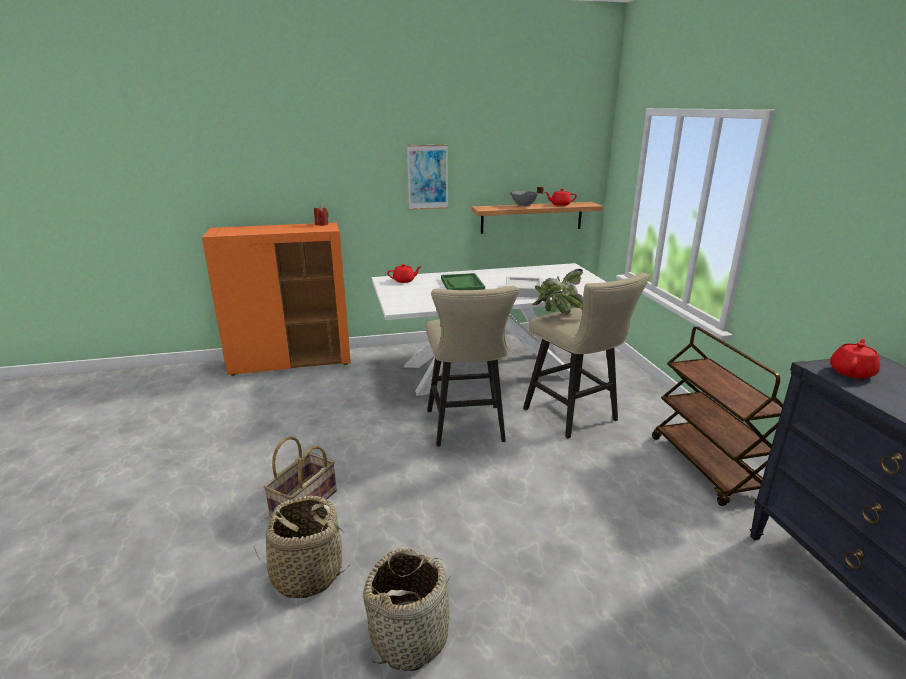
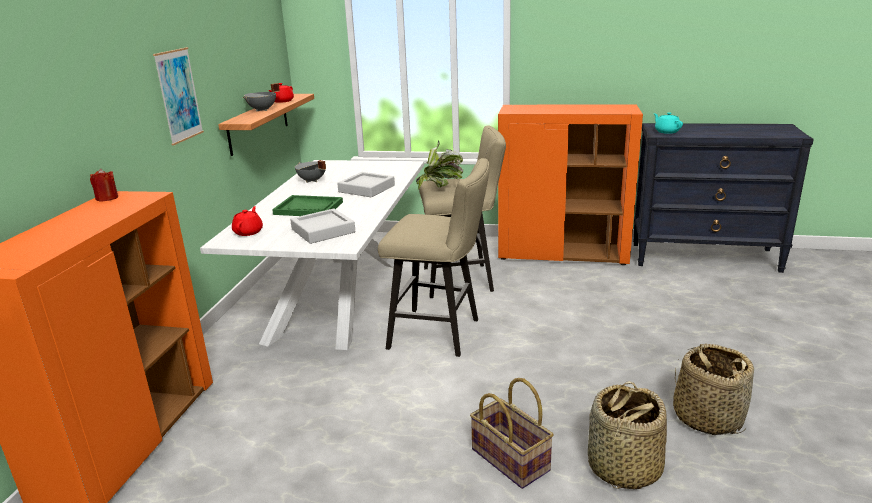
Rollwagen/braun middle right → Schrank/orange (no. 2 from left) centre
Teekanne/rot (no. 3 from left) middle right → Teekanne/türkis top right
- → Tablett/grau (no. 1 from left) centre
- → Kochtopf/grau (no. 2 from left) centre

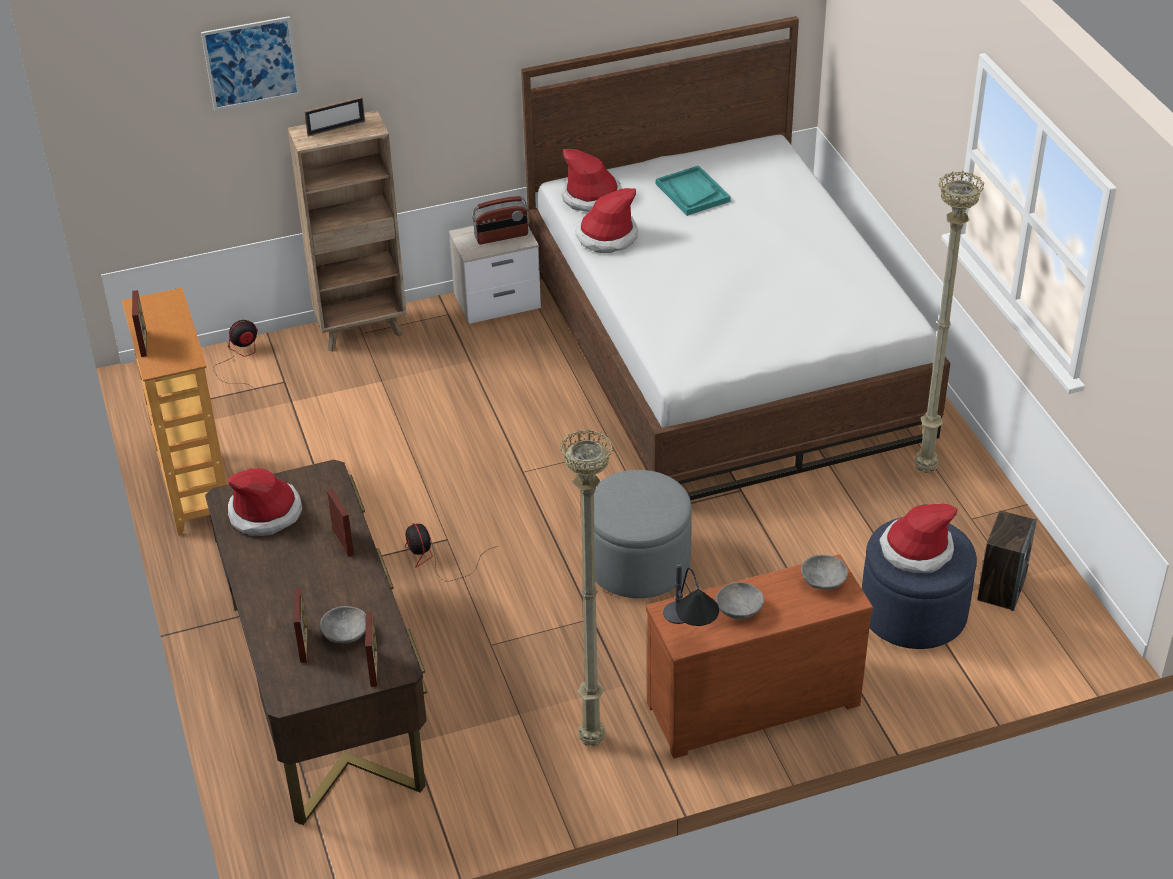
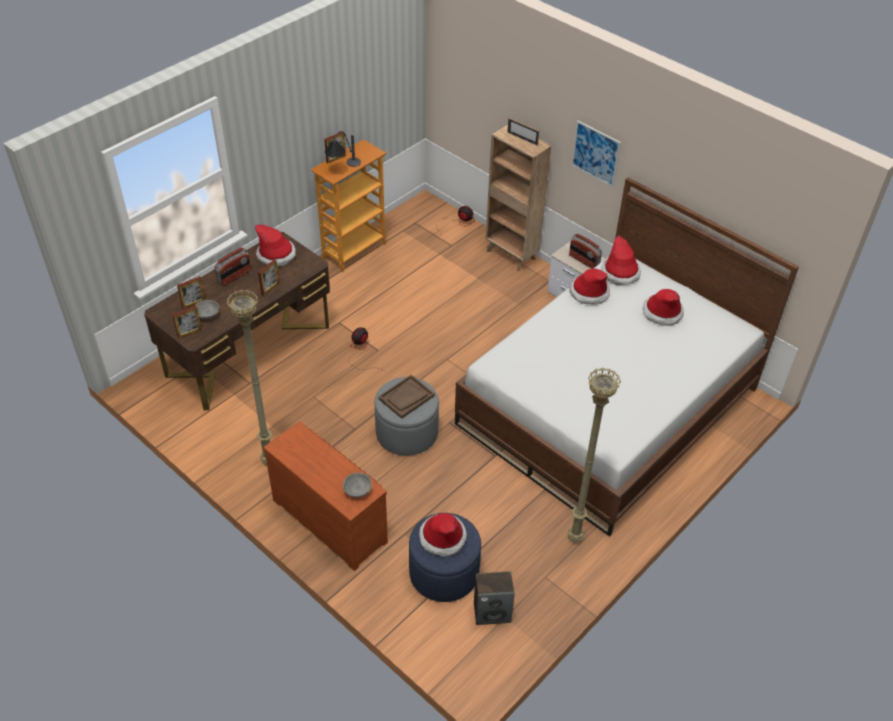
Bild top left → Bild top right, relocated
Tablett/türkis top centre → Hut (no. 5 from left) middle right
Tischlampe bottom centre → Tischlampe top centre, relocated
Schüssel/grau (no. 2 from left) bottom centre → -
- → Radio (no. 1 from left) middle left
- → Tablett/braun centre

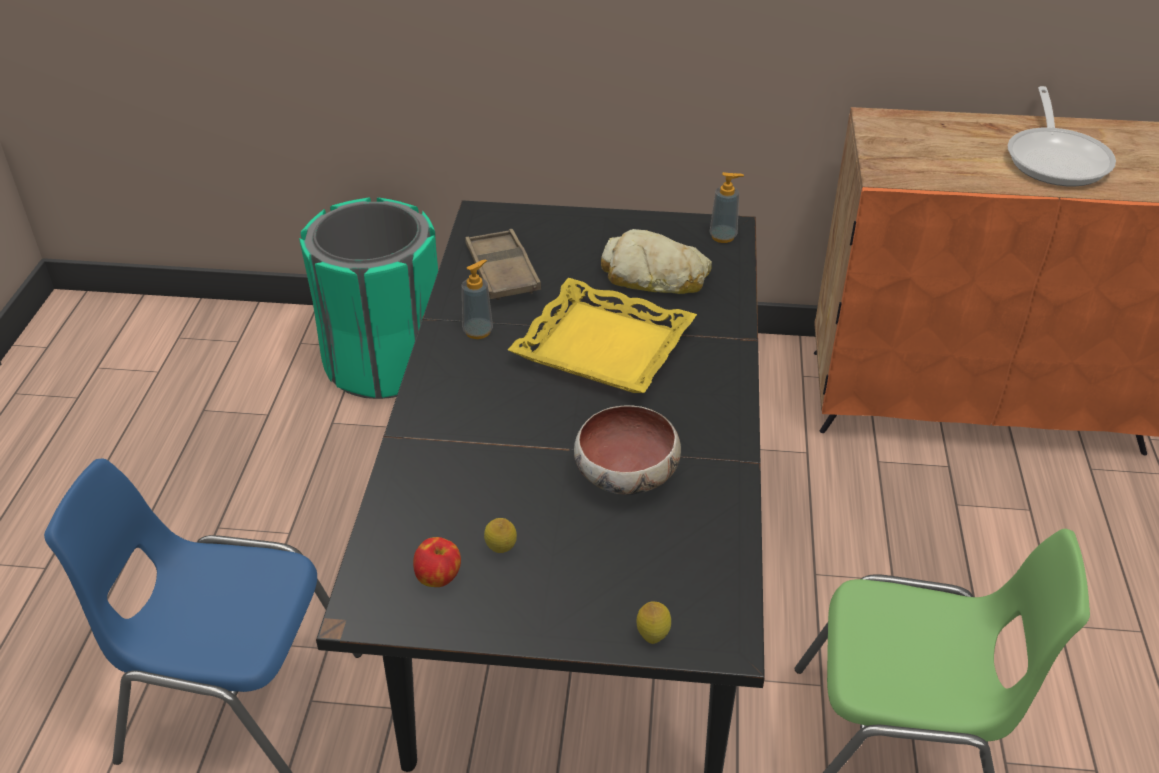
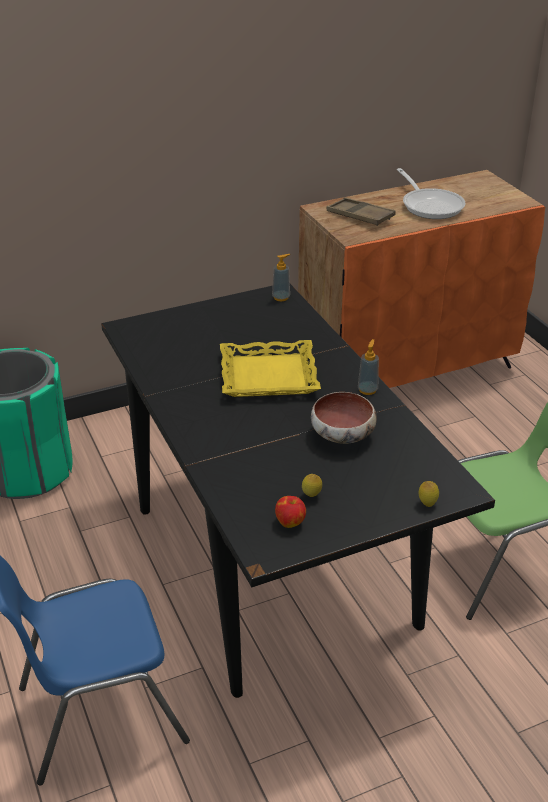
Seifenspender (no. 1 from left in the first image) centre → Seifenspender (no. 2 from left) middle right, relocated
Tablett/braun centre → Tablett/braun top centre, relocated
Brot centre → -

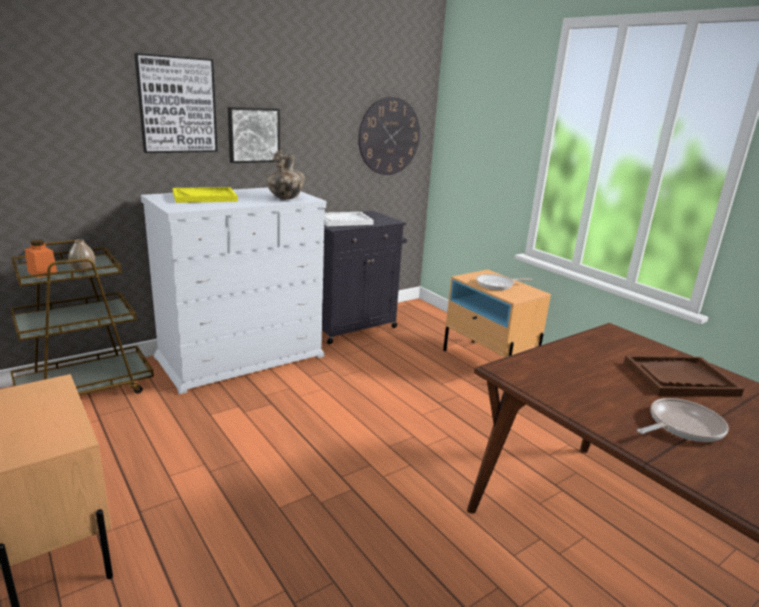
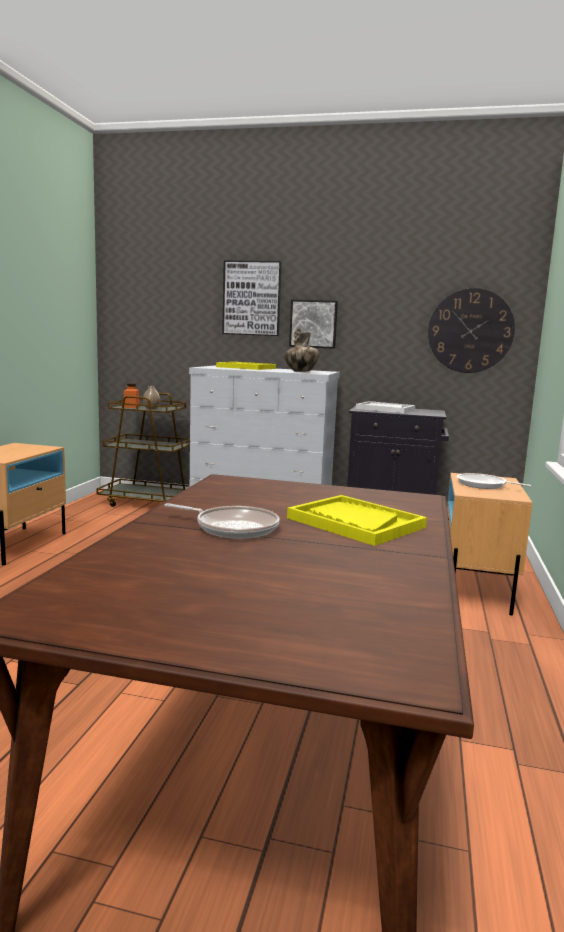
Tablett/braun middle right → Tablett/gelb (no. 2 from left) centre

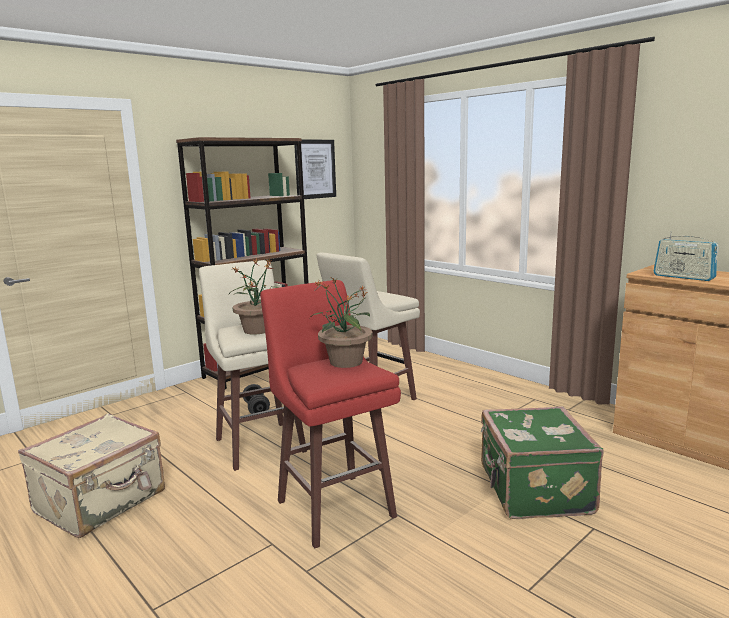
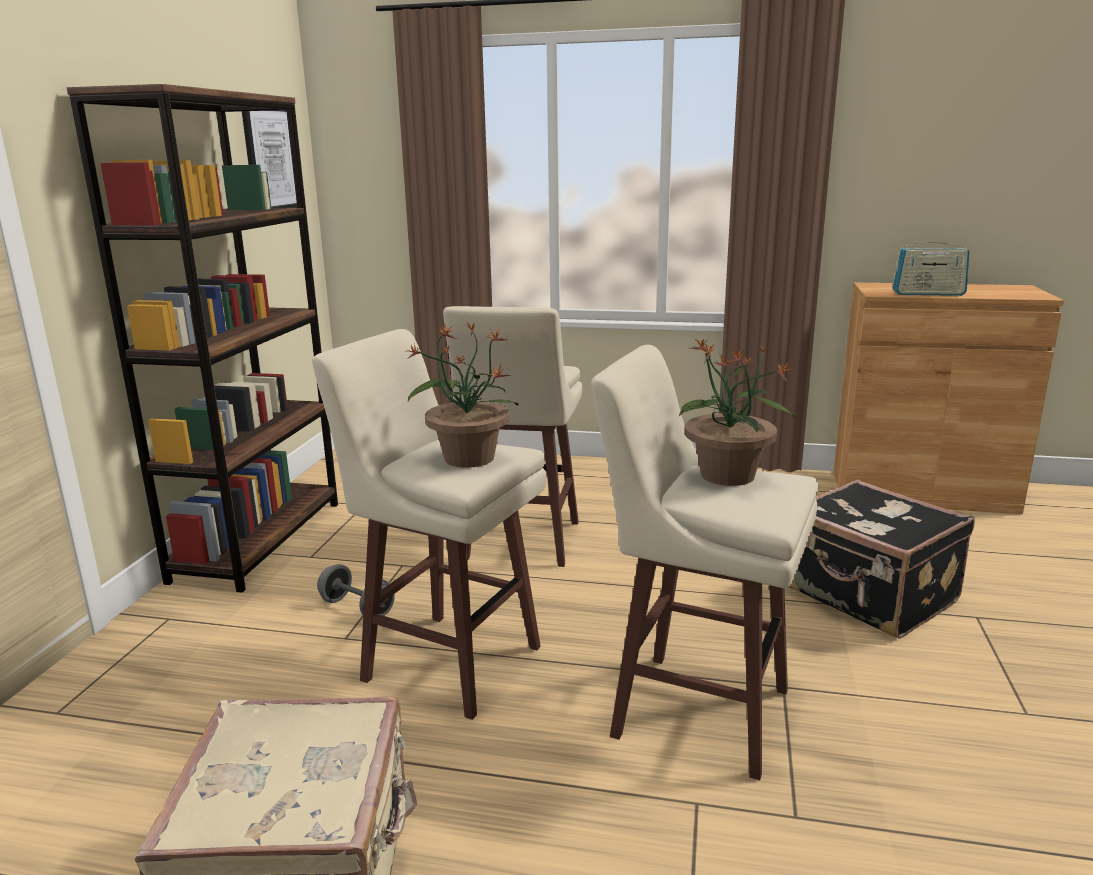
Hocker/rot bottom centre → Hocker/beige (no. 3 from left) centre
Koffer/grün bottom right → Koffer/schwarz middle right

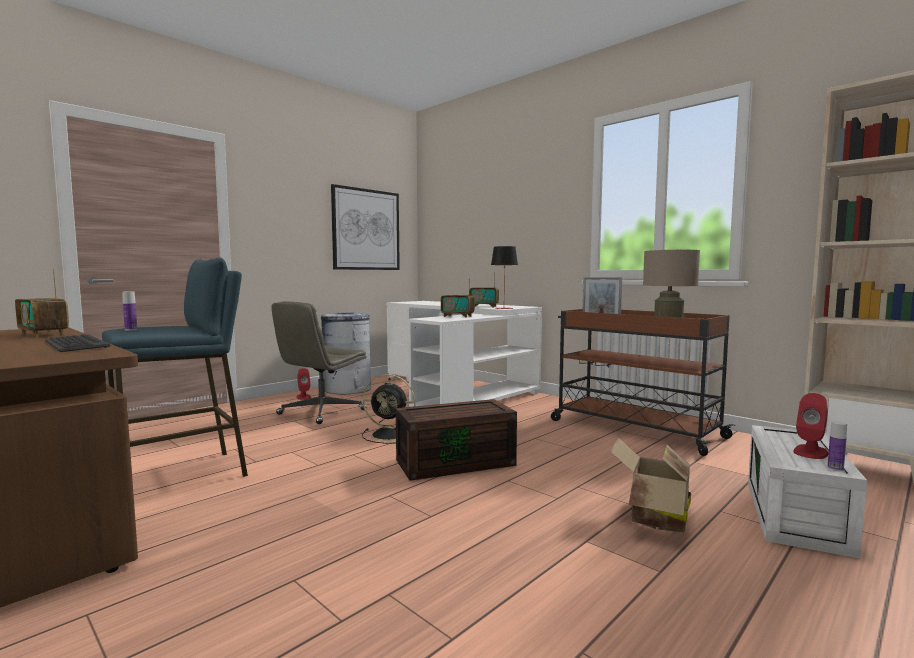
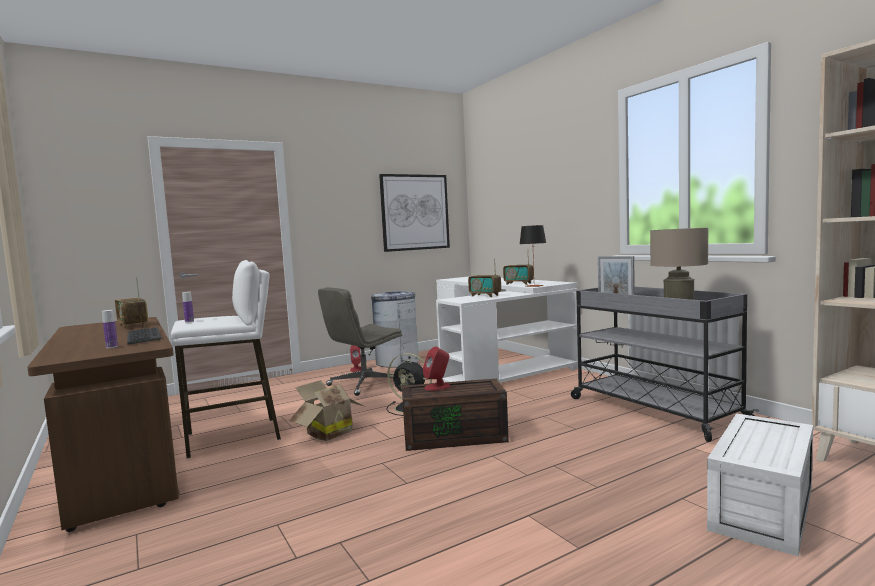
Hocker/blau middle left → Hocker/weiß middle left
Rollwagen/braun middle right → Rollwagen/grau middle right
Karton bottom right → Karton bottom centre, relocated
Lautsprecher/rot (no. 2 from left) middle right → Lautsprecher/rot (no. 2 from left) centre, relocated
Flasche (no. 2 from left in the first image) bottom right → Flasche (no. 1 from left) middle left, relocated

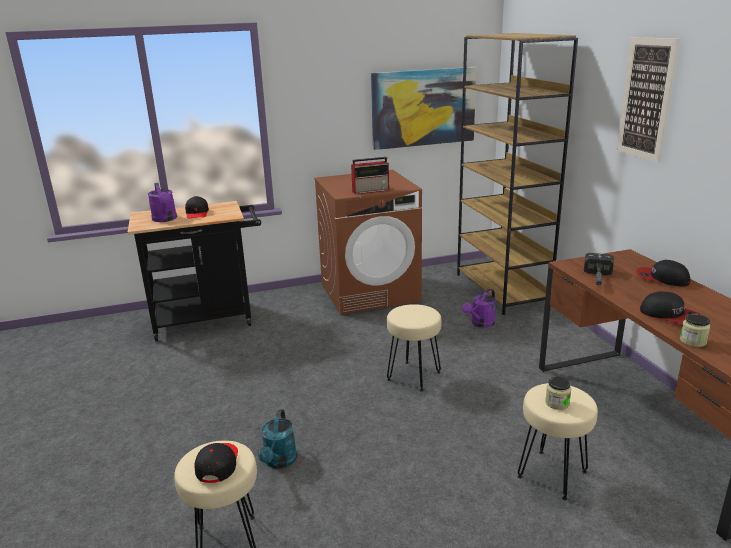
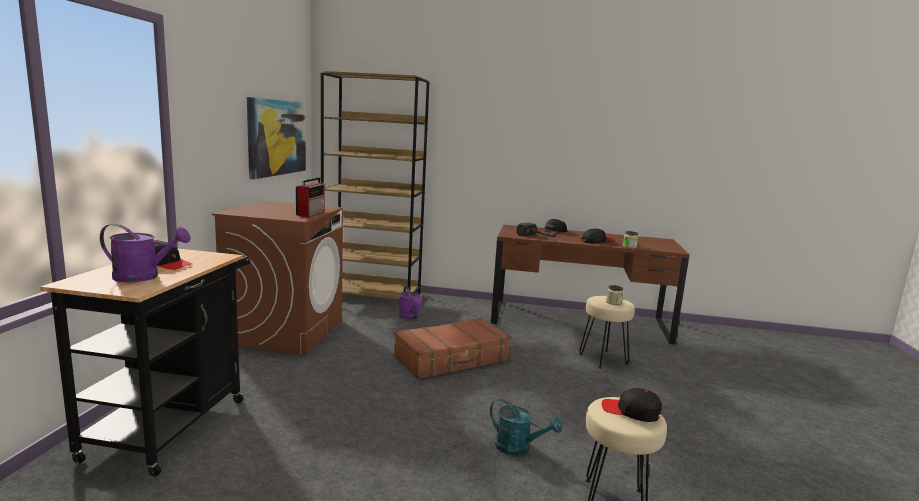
Hocker/beige (no. 2 from left) centre → Koffer/braun bottom centre
Bild (no. 2 from left) top right → -

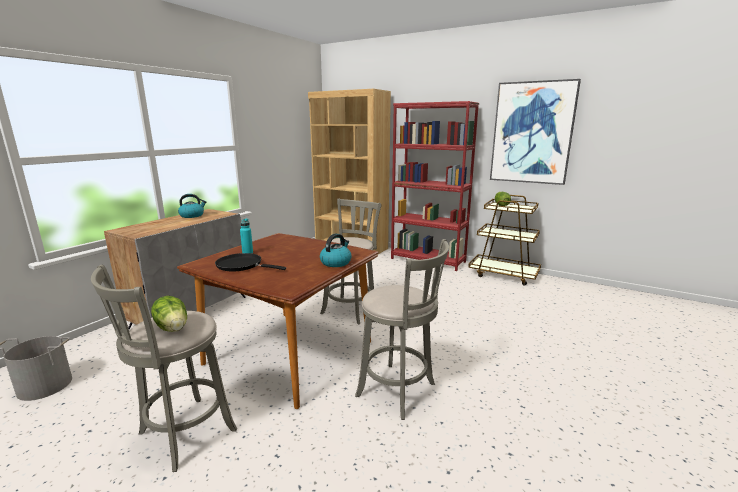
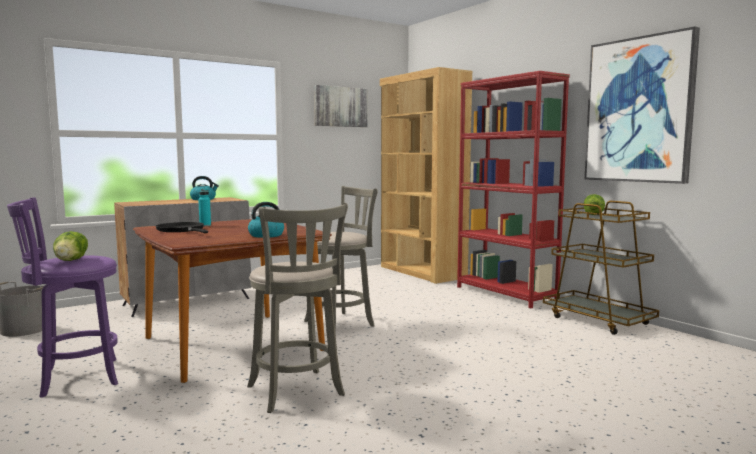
Hocker/grau (no. 1 from left) bottom left → Hocker/lila middle left
- → Bild (no. 1 from left) top centre

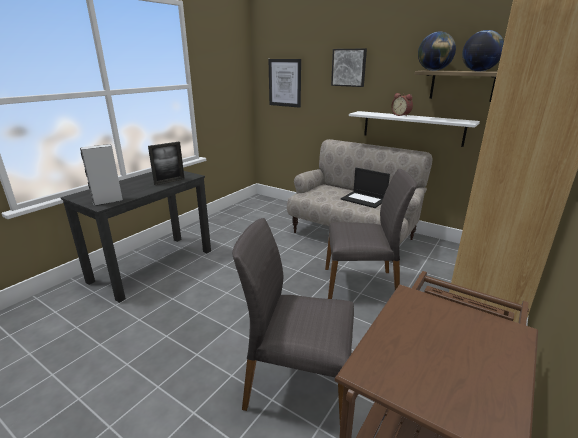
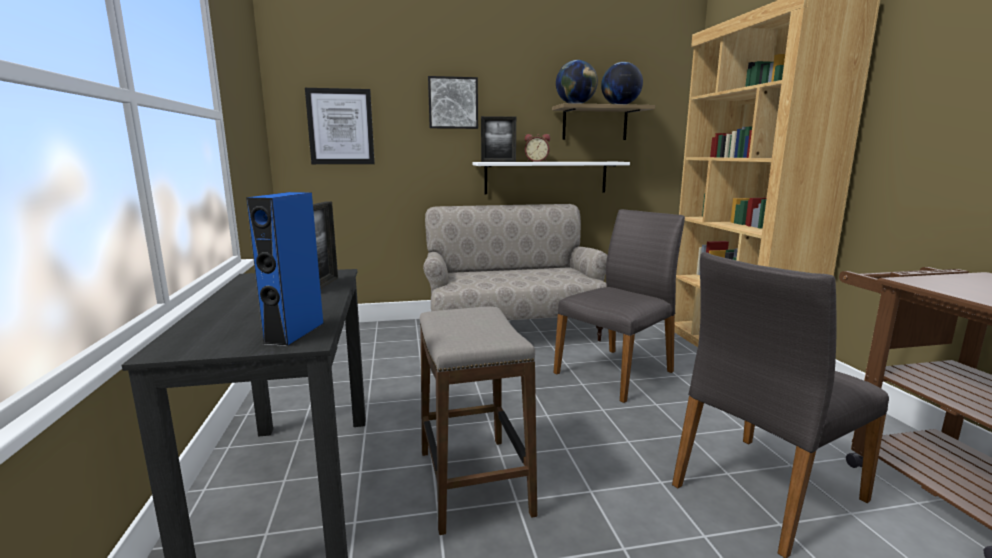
Lautsprecher/grau middle left → Lautsprecher/blau middle left
Laptop centre → -
- → Hocker bottom centre
- → Bilderrahmen (no. 2 from left) top centre

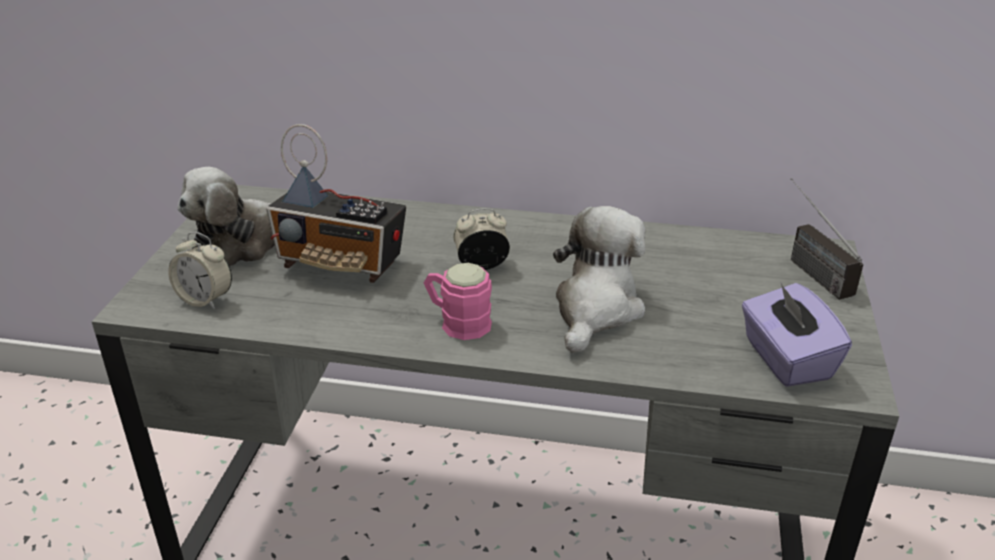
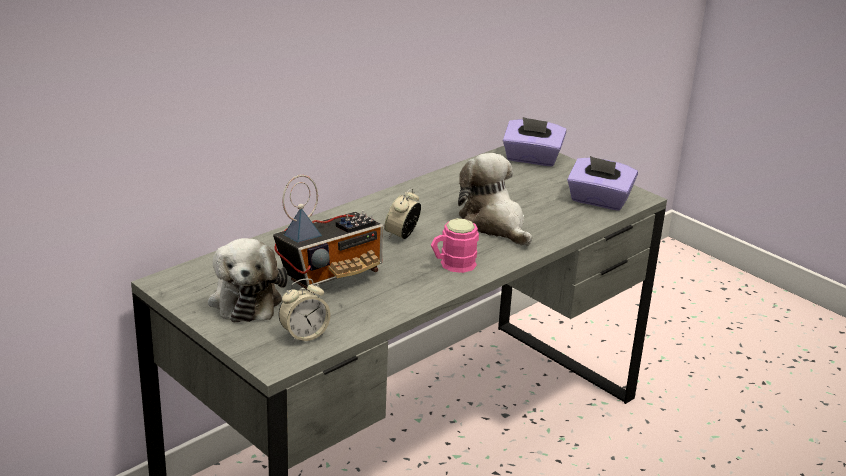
Radio (no. 2 from left) middle right → Taschentuchbox/lila (no. 1 from left) top centre

